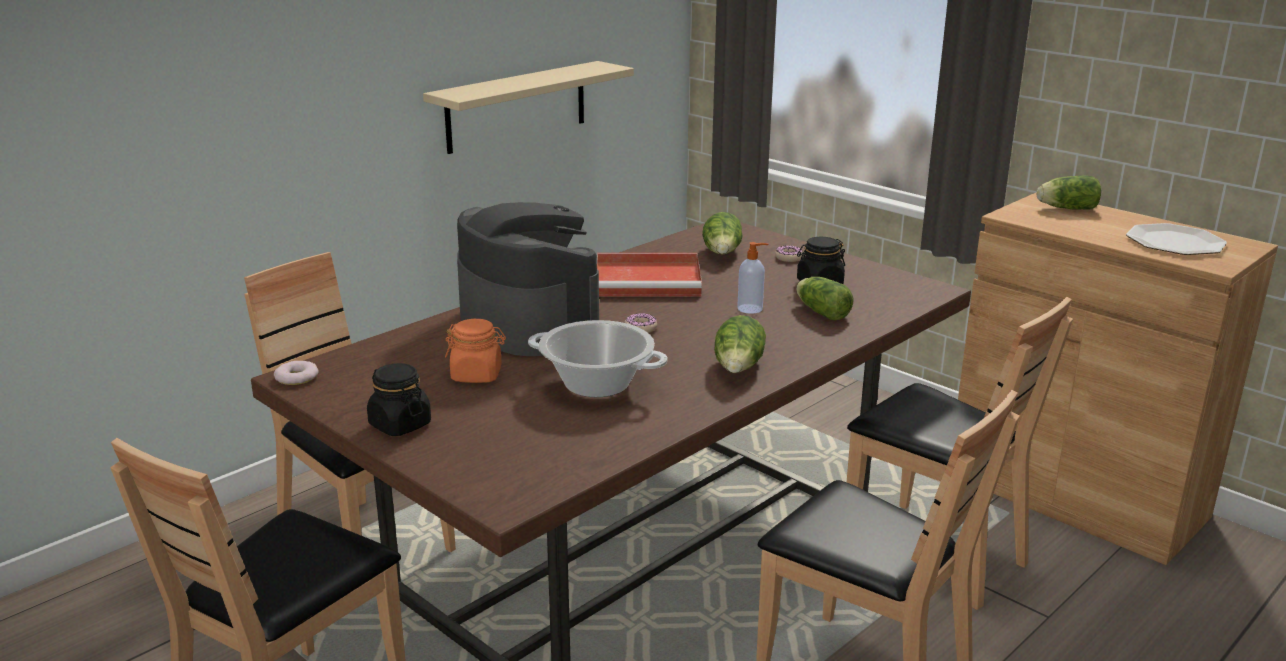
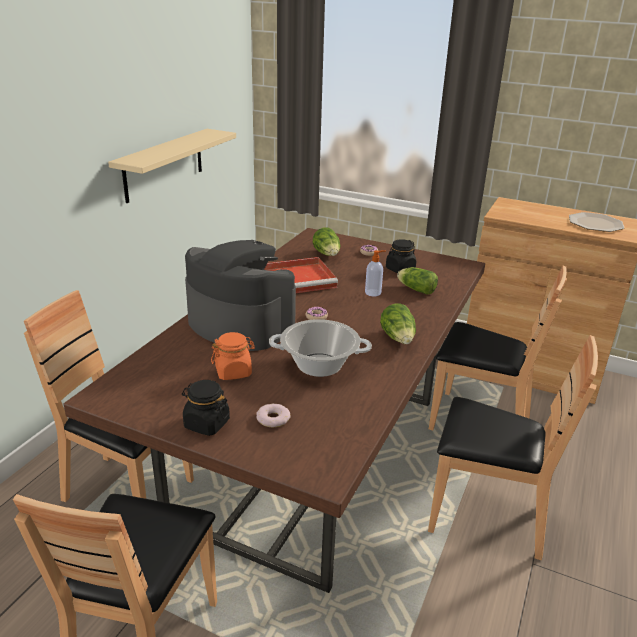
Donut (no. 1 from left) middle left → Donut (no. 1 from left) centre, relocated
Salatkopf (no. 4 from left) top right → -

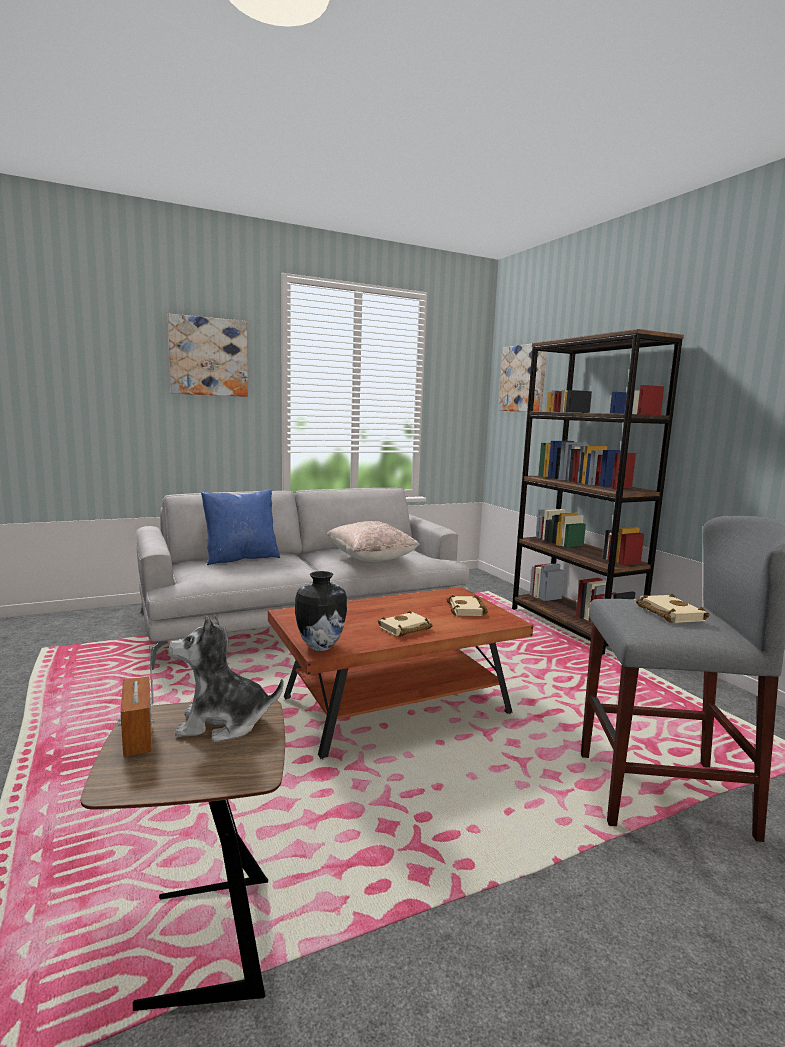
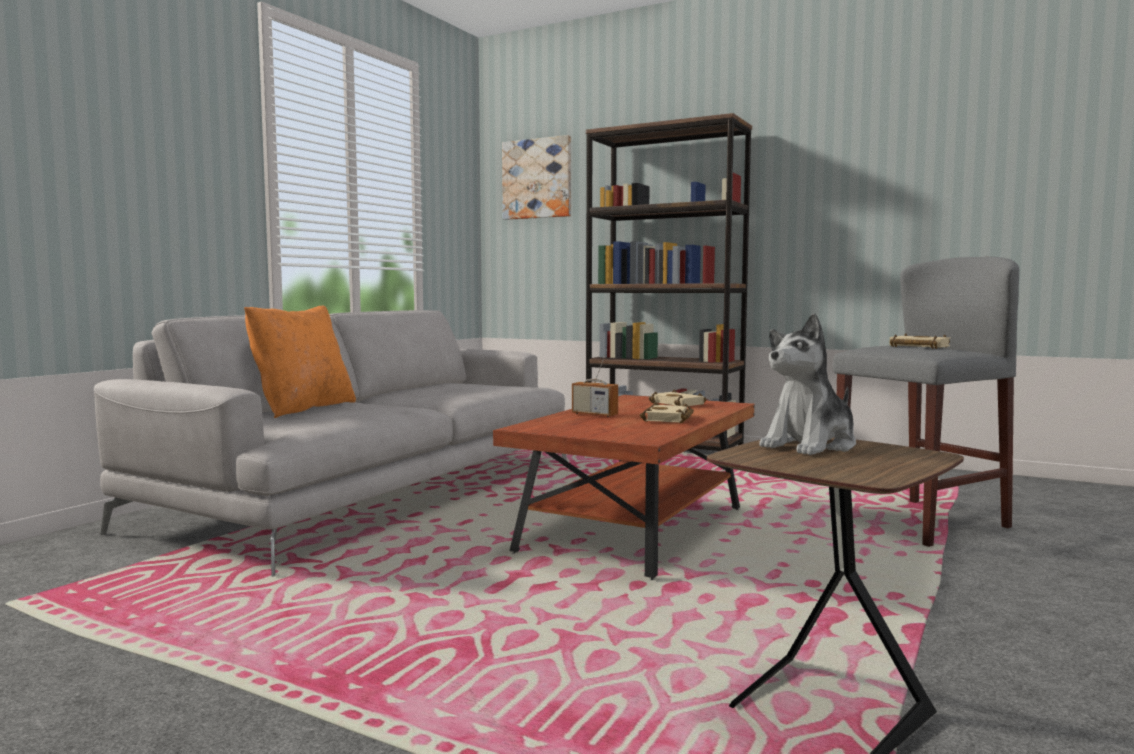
Radio bottom left → Radio centre, relocated
Bild (no. 1 from left) middle left → -
Kissen/blau middle left → Kissen/orange middle left
Vase centre → -
Kissen/beige centre → -

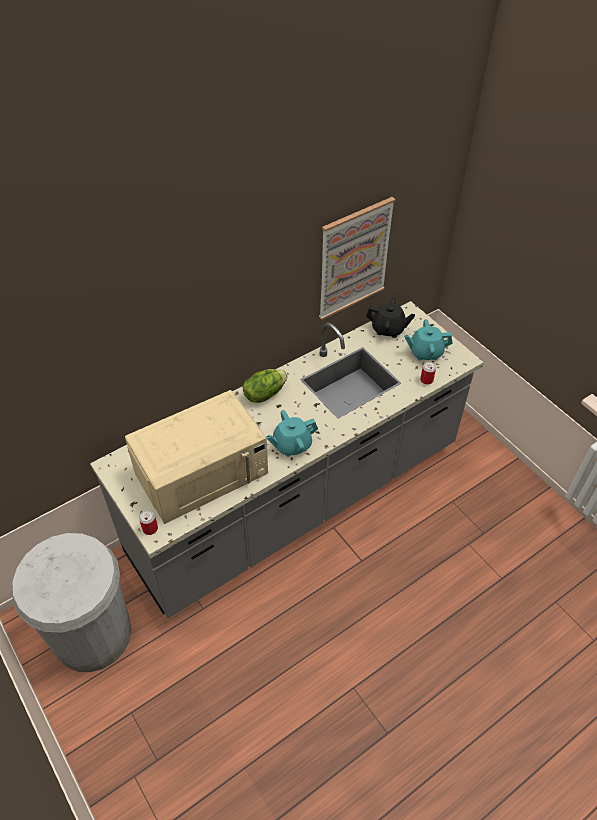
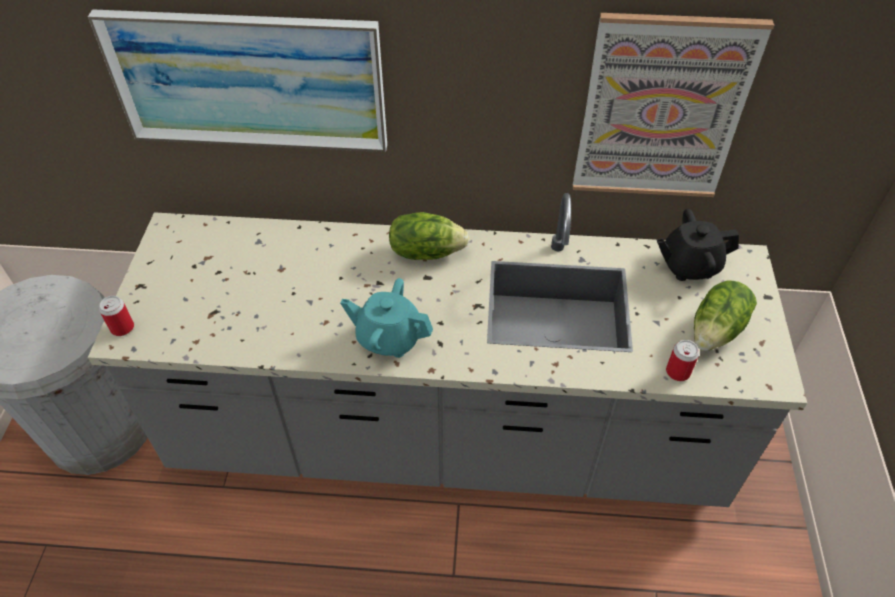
Mikrowelle/beige middle left → -
Teekanne/schwarz centre → Teekanne/schwarz middle right, 120 degrees clockwise
Teekanne/türkis (no. 2 from left) middle right → Salatkopf (no. 2 from left) middle right
- → Bild (no. 1 from left) top left

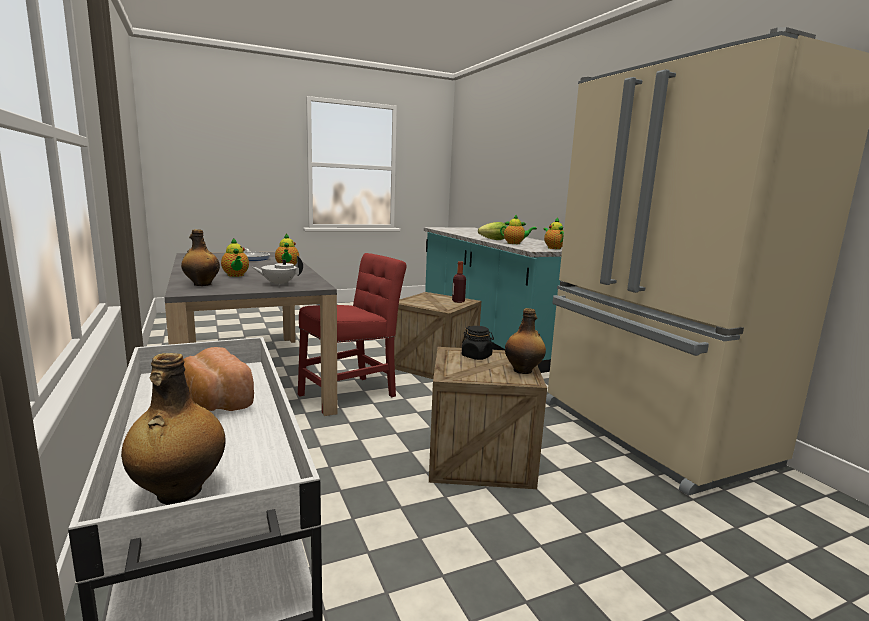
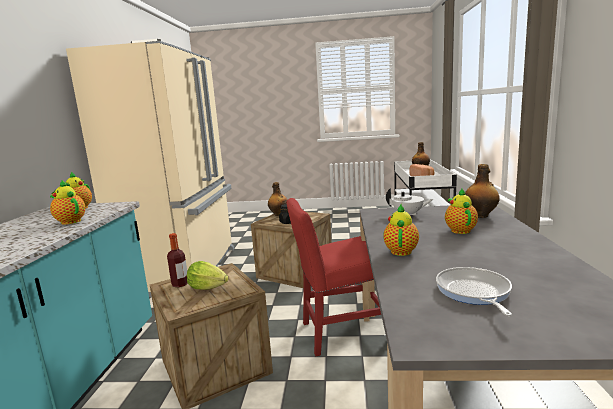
Salatkopf centre → Salatkopf bottom centre, relocated

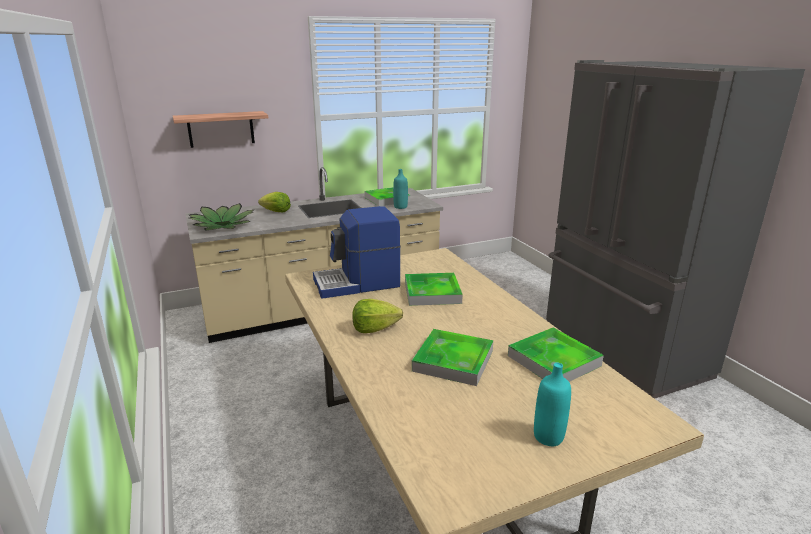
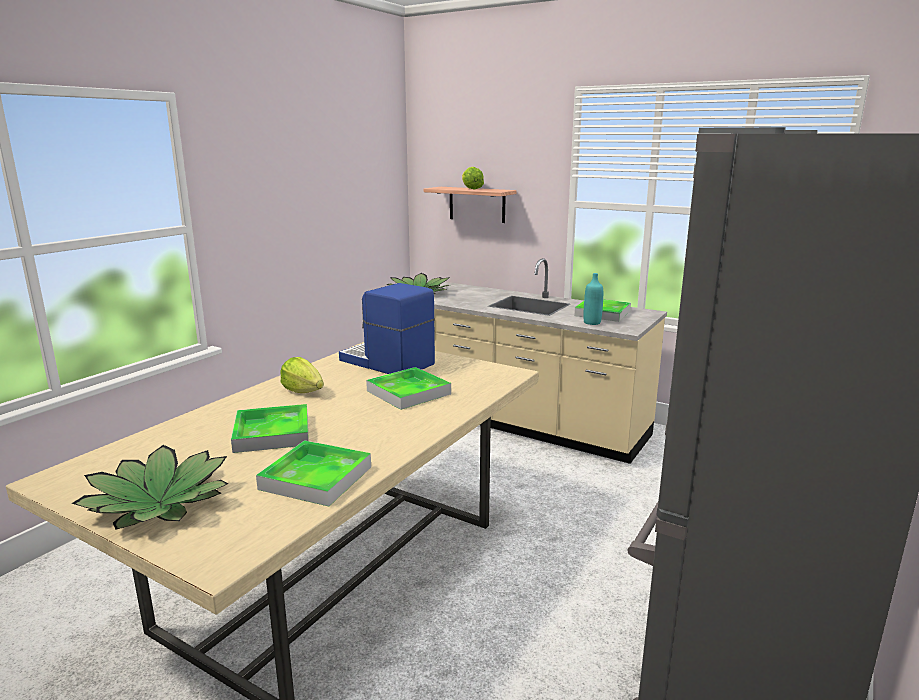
Salatkopf (no. 1 from left in the first image) centre → Salatkopf (no. 2 from left) top centre, relocated
Flasche/türkis (no. 2 from left) bottom right → Topfpflanze (no. 1 from left) bottom left

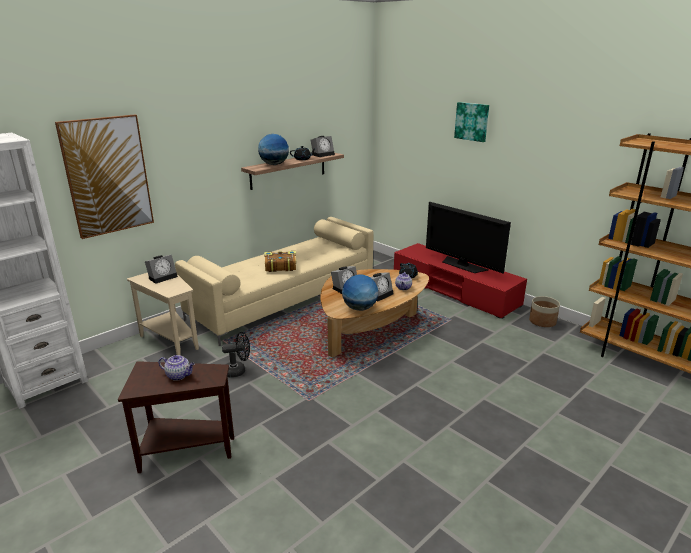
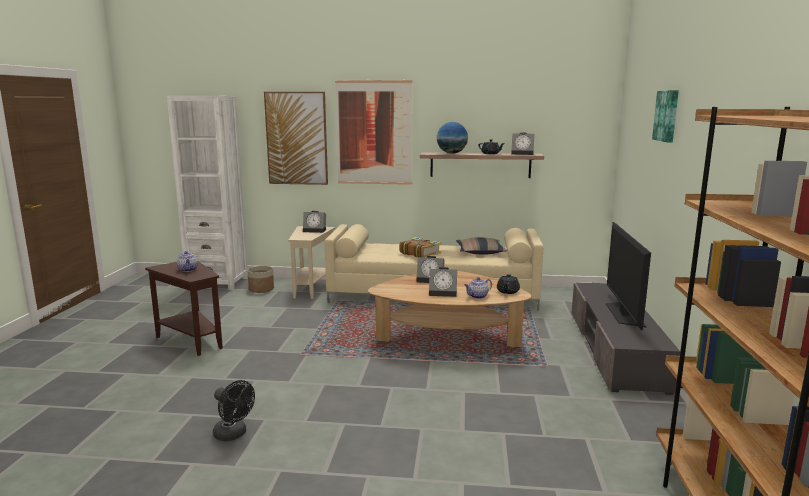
Ventilator/schwarz centre → Ventilator/schwarz bottom left, relocated
Globus (no. 2 from left) centre → -
Fernsehschrank/rot centre → Fernsehschrank/grau bottom right
Pflanzkübel middle right → Pflanzkübel middle left, relocated
- → Bild (no. 2 from left) top centre
- → Kissen centre

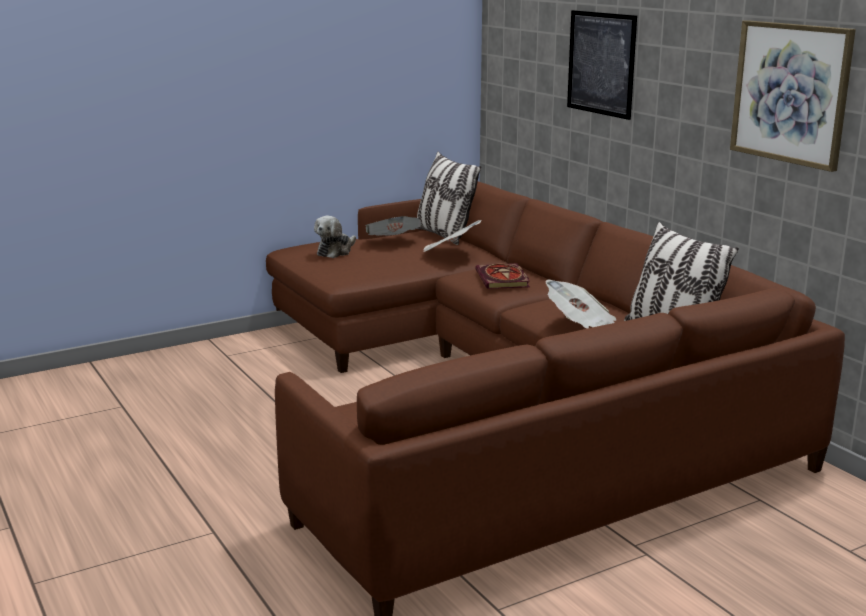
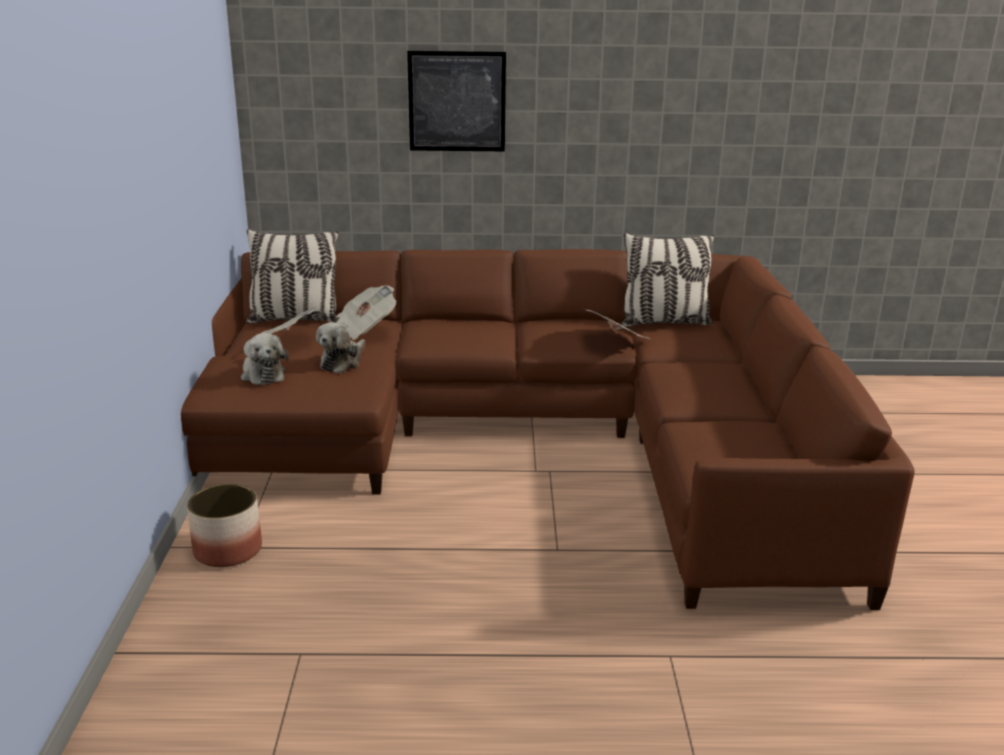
Buch centre → -
Bild (no. 2 from left) top right → -
- → Pflanzkübel bottom left
- → Plüschtier (no. 2 from left) centre

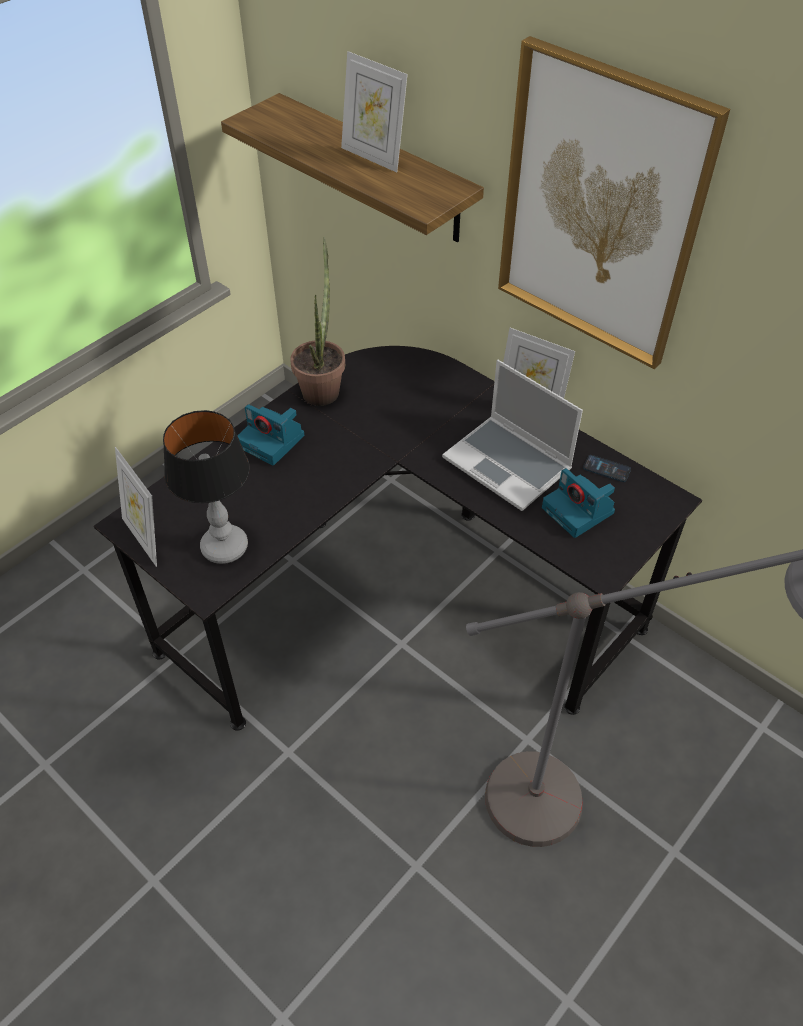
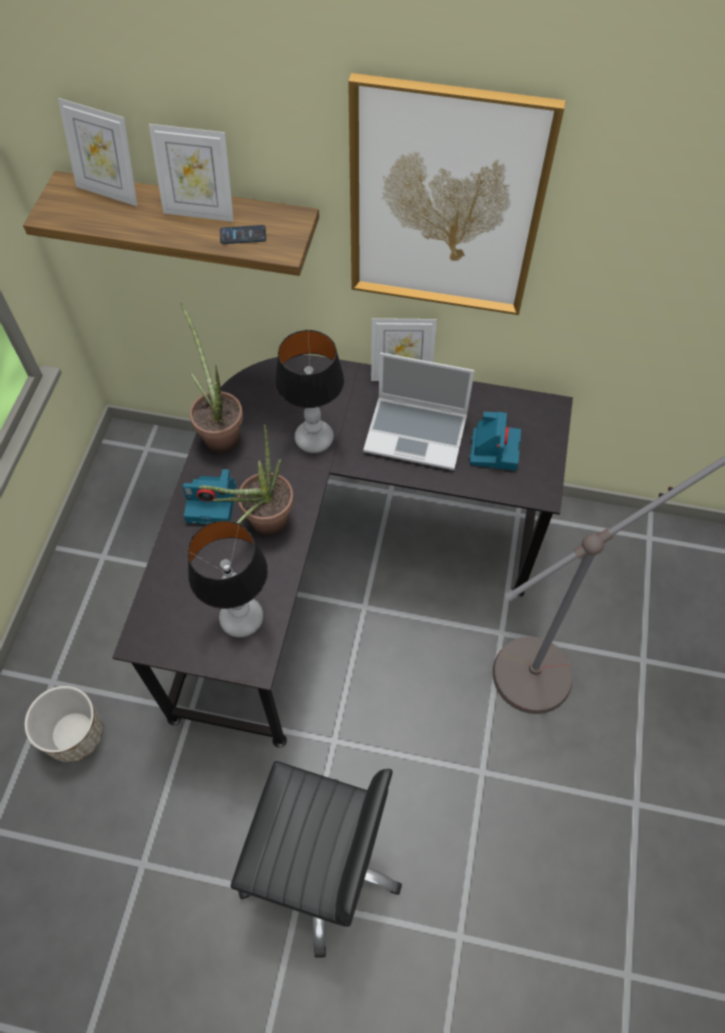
Bilderrahmen (no. 1 from left) middle left → Bilderrahmen (no. 1 from left) top left, relocated
Kamera (no. 2 from left) middle right, 105 degrees counterclockwise
Handy middle right → Handy top centre, relocated
- → Pflanzkübel bottom left
- → Topfpflanze (no. 2 from left) centre
- → Bürostuhl/schwarz bottom centre
- → Tischlampe (no. 2 from left) centre

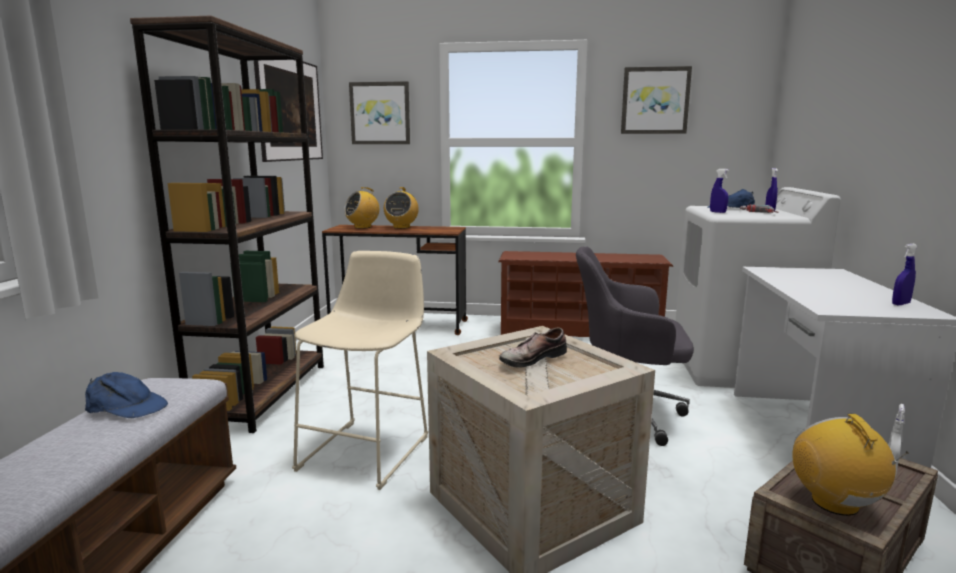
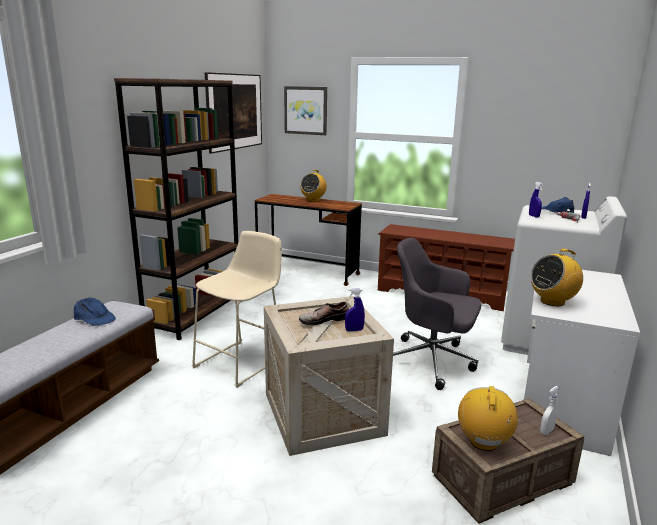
Radio (no. 1 from left in the first image) centre → Radio (no. 3 from left) middle right, relocated
Bild (no. 3 from left) top right → -
Sprühflasche/blau (no. 3 from left in the first image) middle right → Sprühflasche/blau (no. 1 from left) centre, relocated

